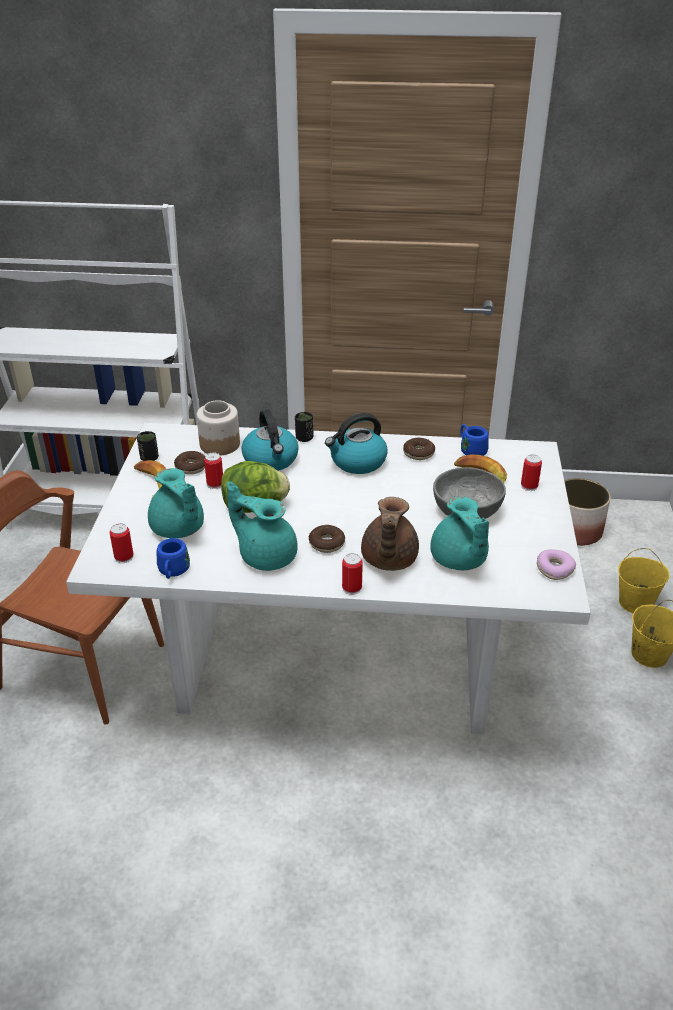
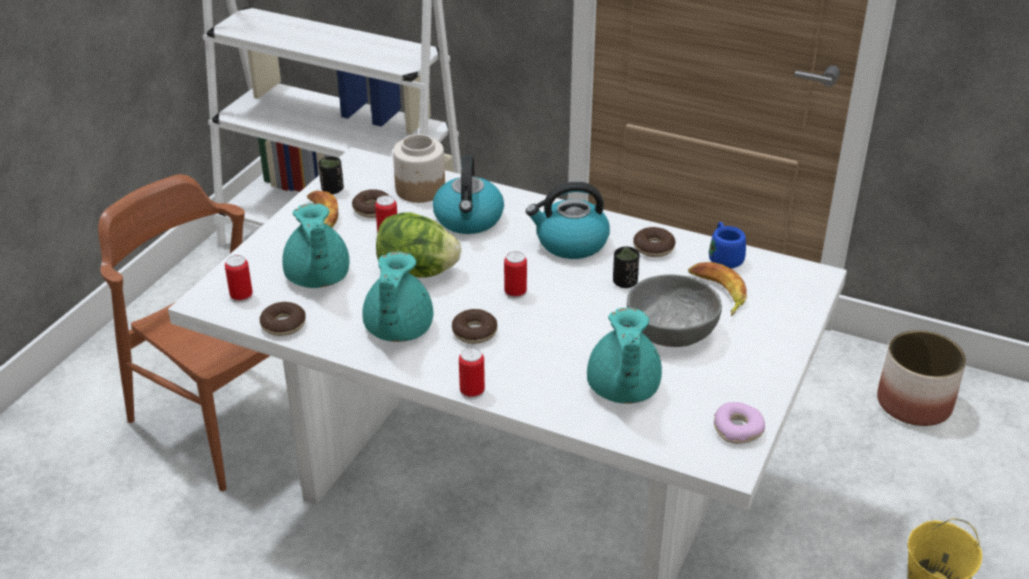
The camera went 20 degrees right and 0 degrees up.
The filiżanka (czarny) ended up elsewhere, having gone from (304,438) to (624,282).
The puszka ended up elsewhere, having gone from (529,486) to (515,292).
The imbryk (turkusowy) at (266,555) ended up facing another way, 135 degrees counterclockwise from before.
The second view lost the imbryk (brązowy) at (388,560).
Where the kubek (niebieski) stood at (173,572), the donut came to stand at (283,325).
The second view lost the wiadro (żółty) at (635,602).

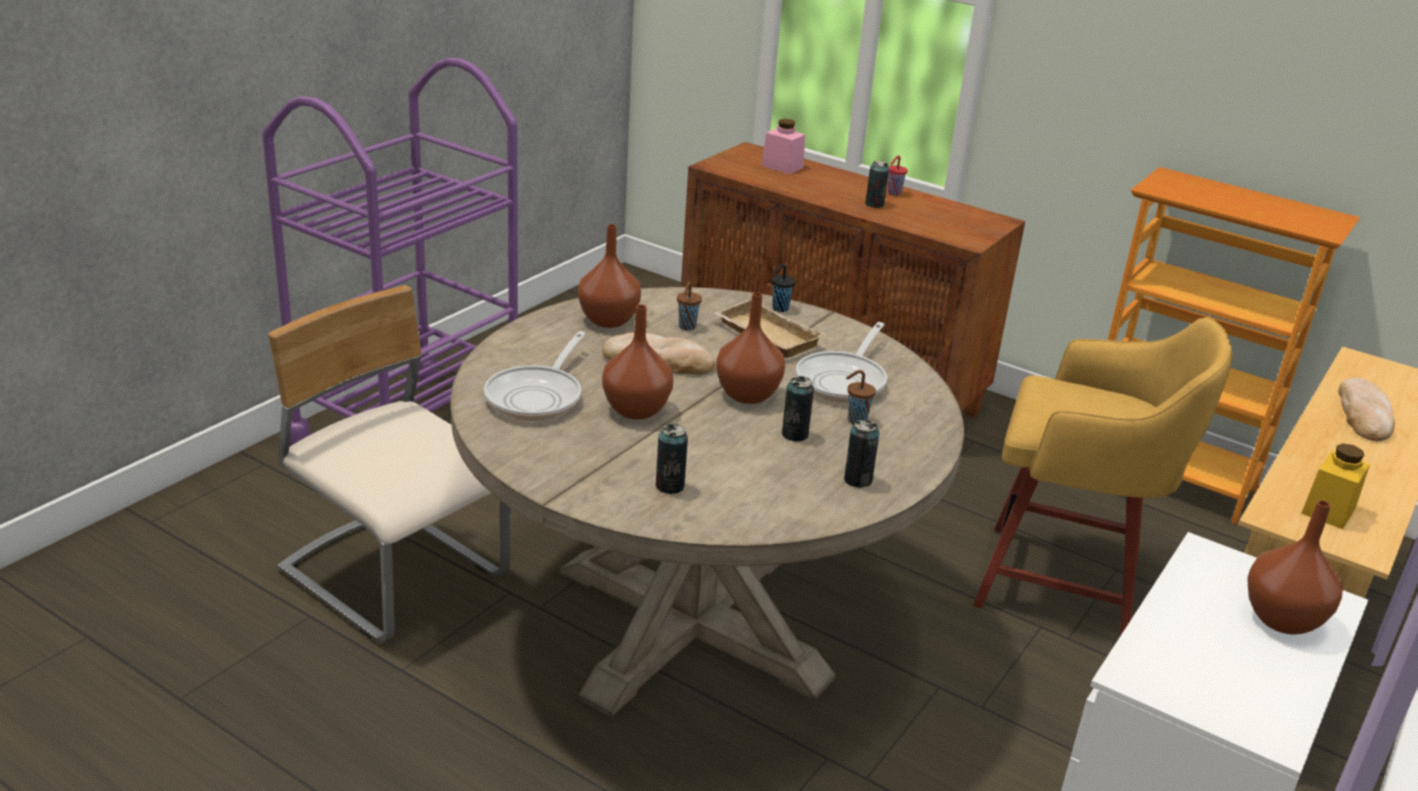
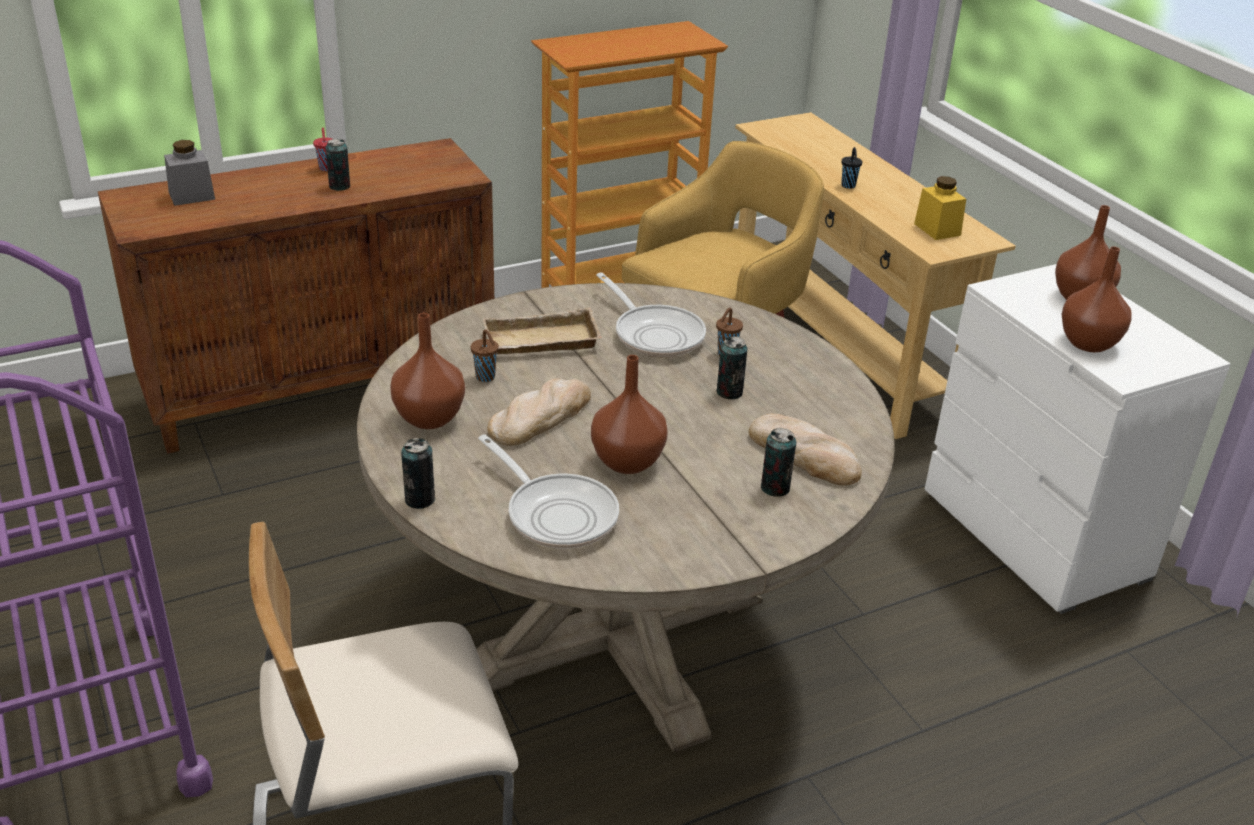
The camera went 60 degrees left and 5 degrees up.
What was the słoik (różowy) at (782,166) turned into the słoik (szary) at (192,196).
The filiżanka (czarny) ended up elsewhere, having gone from (779,309) to (848,186).
The wazon (brązowy) ended up elsewhere, having gone from (748,395) to (1090,343).
The chleb ended up elsewhere, having gone from (1364,415) to (804,454).
The puszka ended up elsewhere, having gone from (858,480) to (419,499).

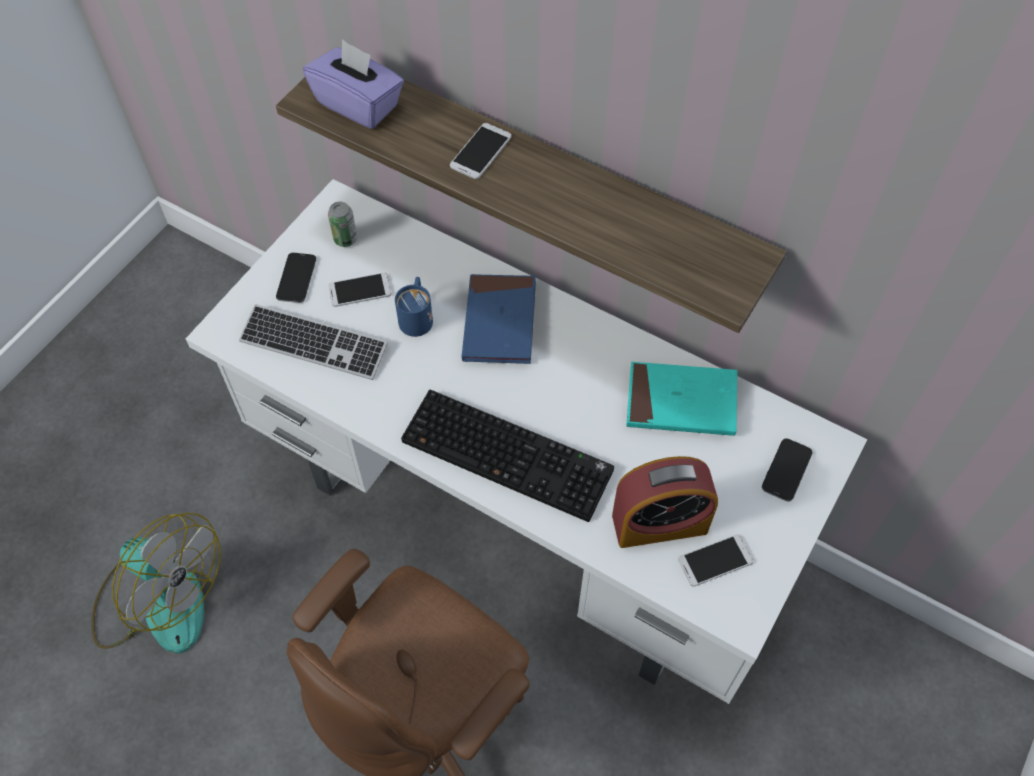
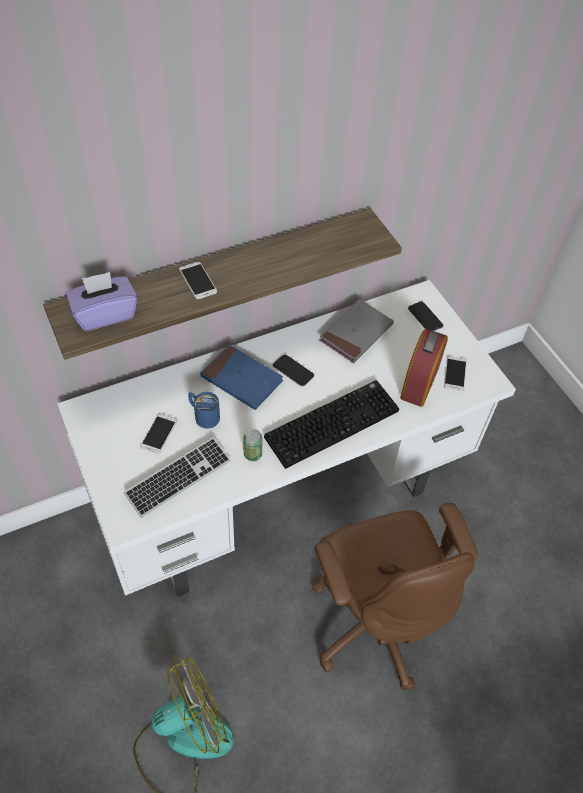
The camera went 60 degrees left and 5 degrees down.
The puszka ended up elsewhere, having gone from (345,239) to (252,454).
The telefon ended up elsewhere, having gone from (296,278) to (293,371).
What was the książka (turkusowy) at (681,402) turned into the książka (szary) at (356,333).

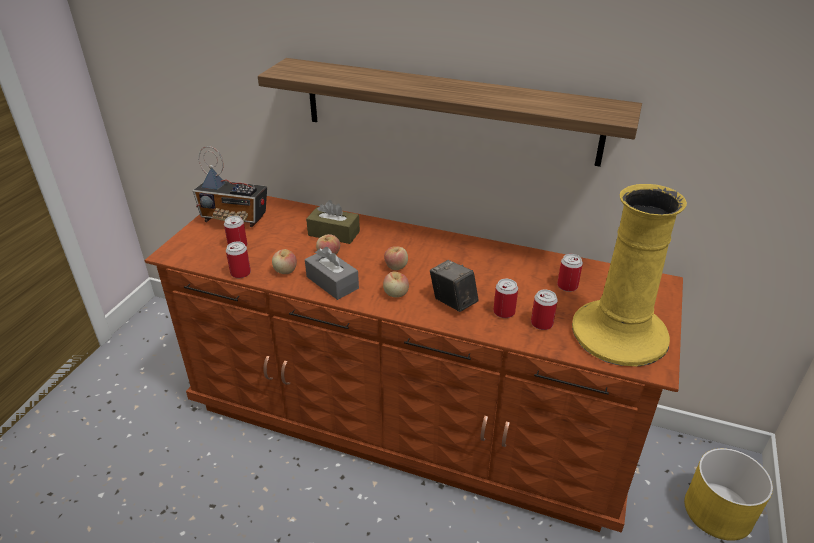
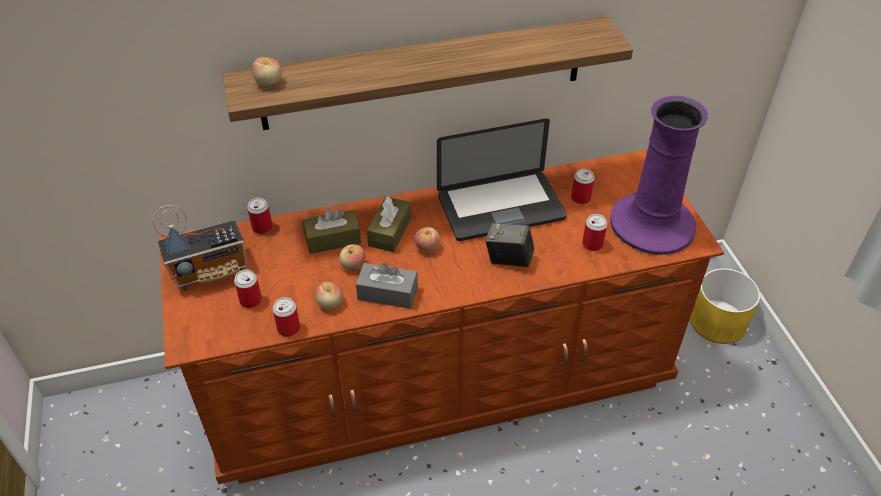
The camera went 35 degrees left and 10 degrees up.
What was the wazon (żółty) at (620,334) turned into the wazon (fioletowy) at (653,225).
The jabłko ended up elsewhere, having gone from (396,294) to (269,83).
The puszka ended up elsewhere, having gone from (504,312) to (262,227).
The second view gained the laptop at (501,207).
The second view gained the pudełko chusteczek (brązowy) at (390,232).

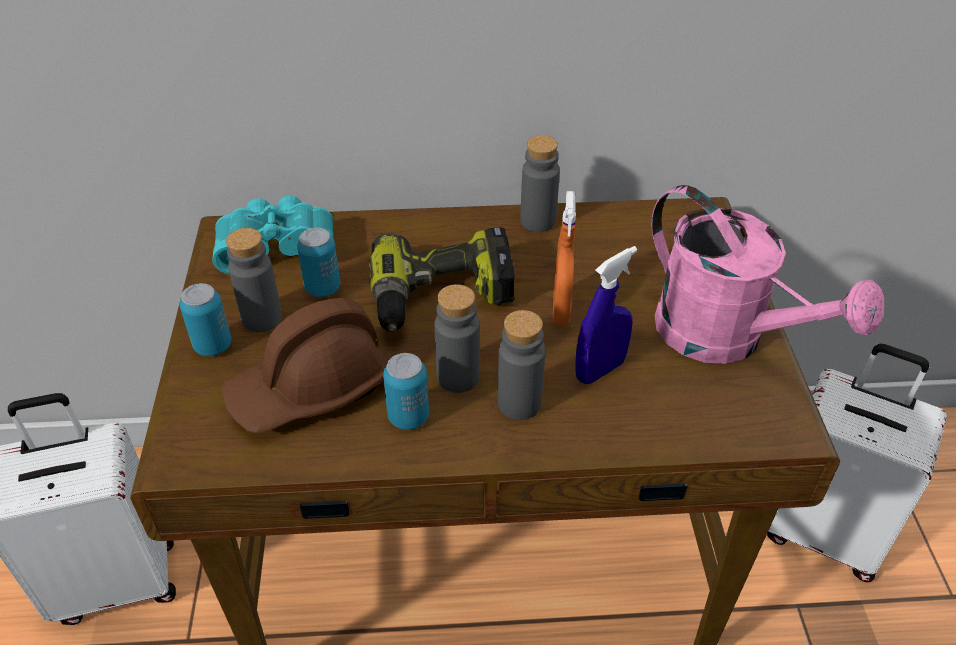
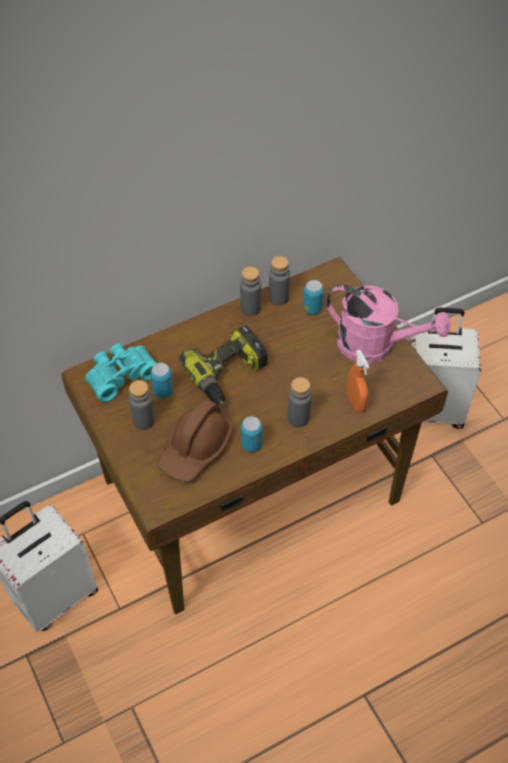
The camera went 25 degrees left and 10 degrees up.
The spryskiwacz (pomarańczowy) ended up elsewhere, having gone from (561,310) to (355,402).
The second view lost the spryskiwacz (niebieski) at (600,370).
The puszka ended up elsewhere, having gone from (213,346) to (312,309).
The butelka (szary) ended up elsewhere, having gone from (458,377) to (278,298).

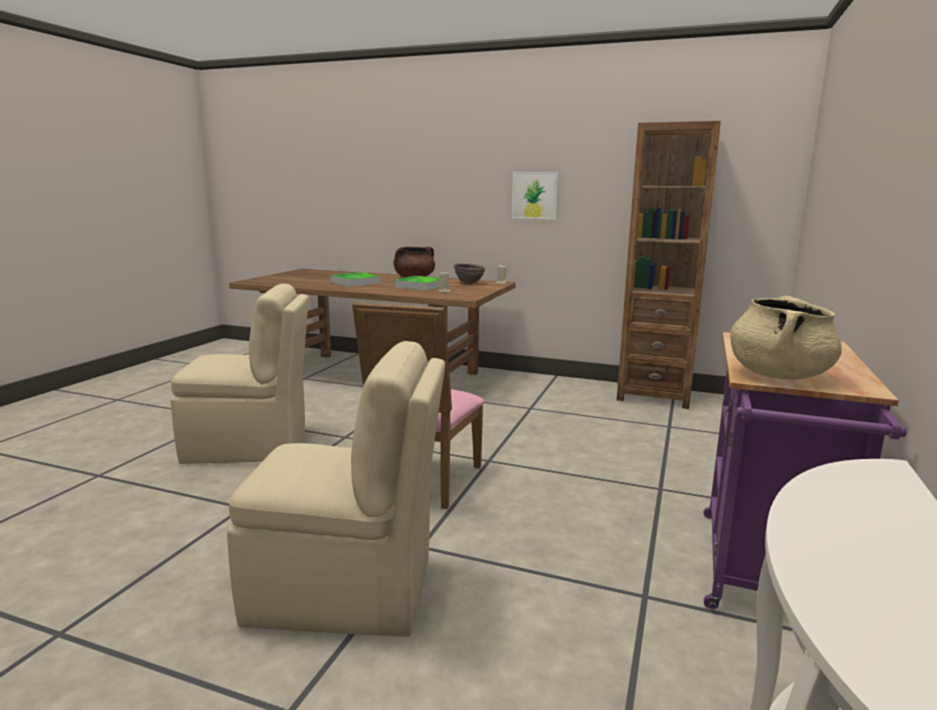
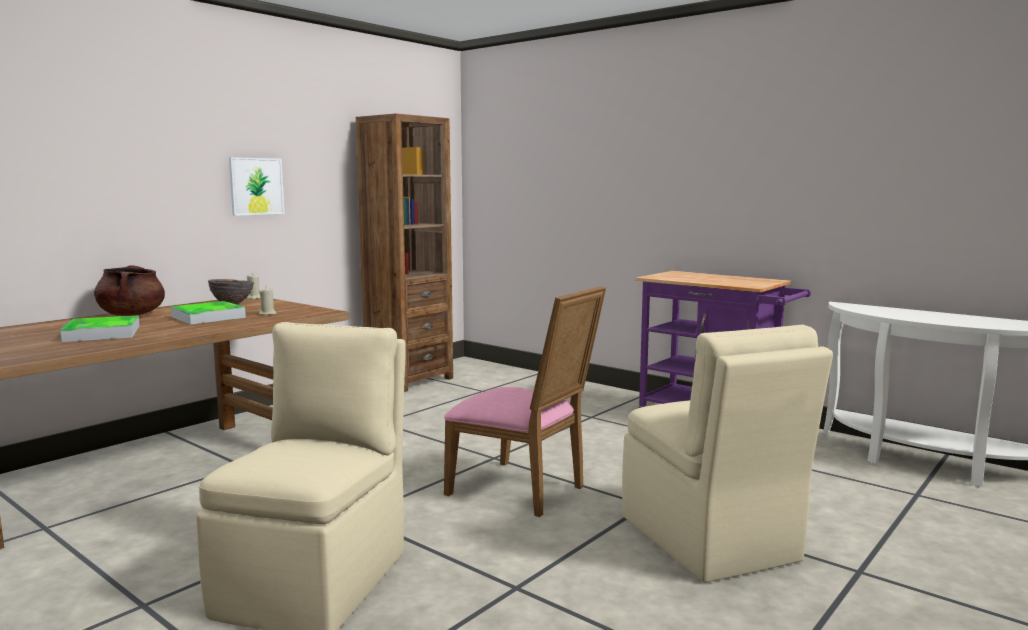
The camera went 70 degrees left and 5 degrees down.
The second view lost the garnek (beżowy) at (778,375).
The krzesło (beżowy) at (346,592) ended up facing another way, 135 degrees clockwise from before.

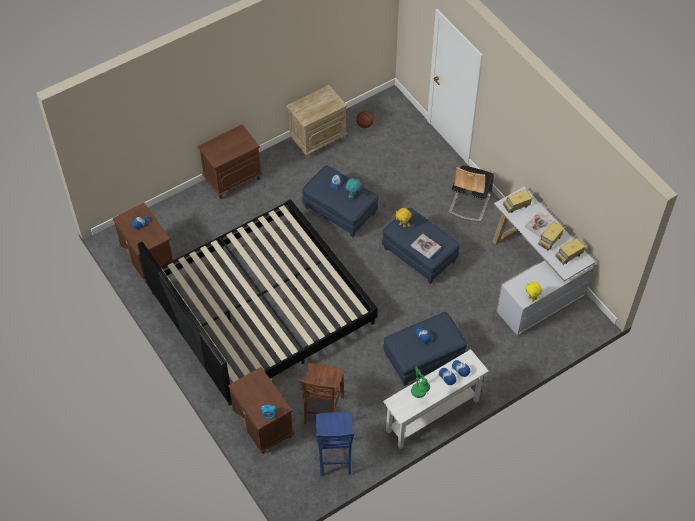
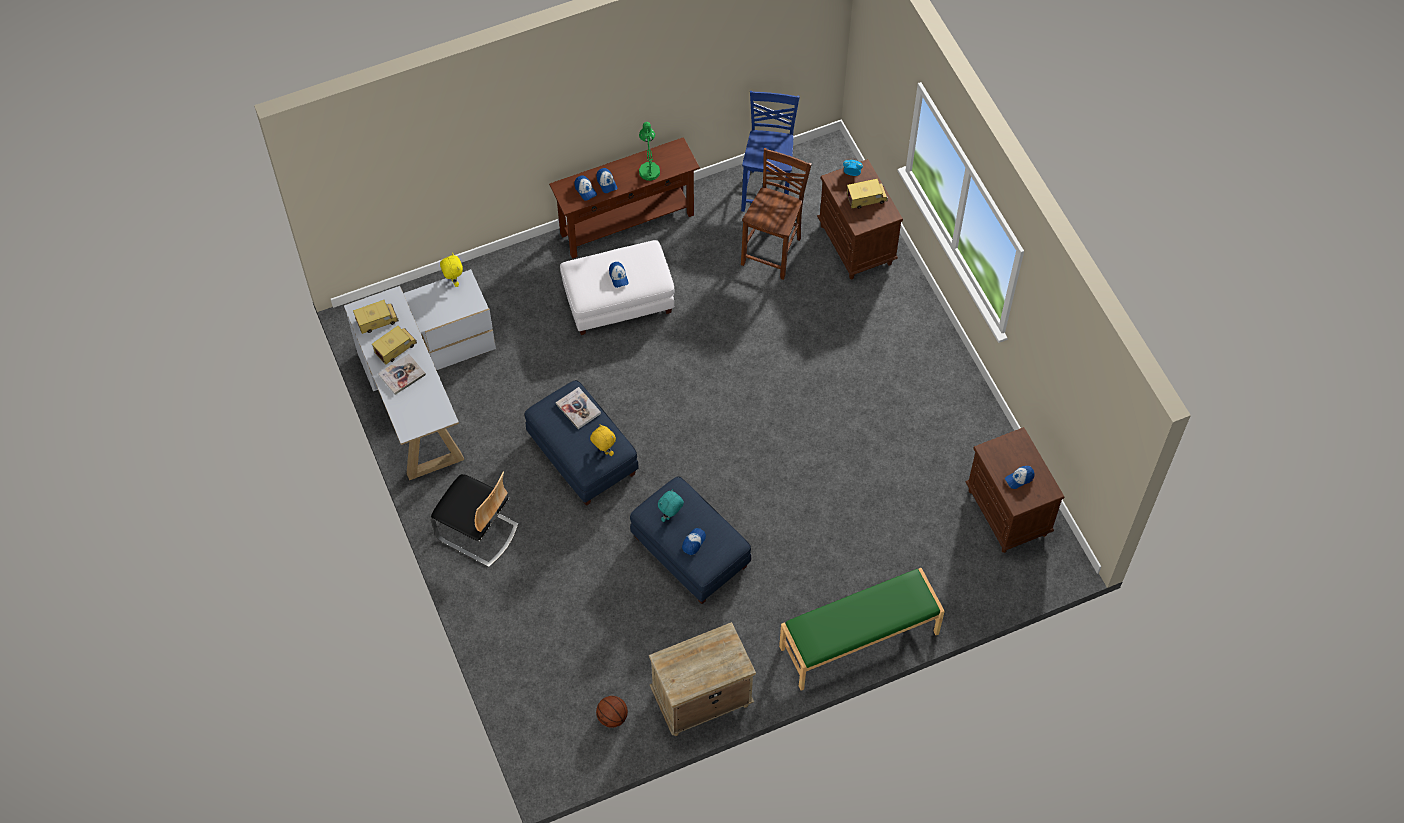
The camera went 170 degrees left and 5 degrees up.
Where the szafka nocna (brązowy) stood at (233,179), the ławka (zielony) came to stand at (859,641).
The krzesło at (469,203) ended up facing another way, 90 degrees clockwise from before.
The ciężarówka zabawkowa ended up elsewhere, having gone from (516,205) to (866,198).
The second view lost the łóżko at (261,307).
What was the pufa (niebieski) at (423,357) turned into the pufa (biały) at (619,301).
What was the stolik konsolowy (biały) at (433,415) turned into the stolik konsolowy (brązowy) at (627,224).

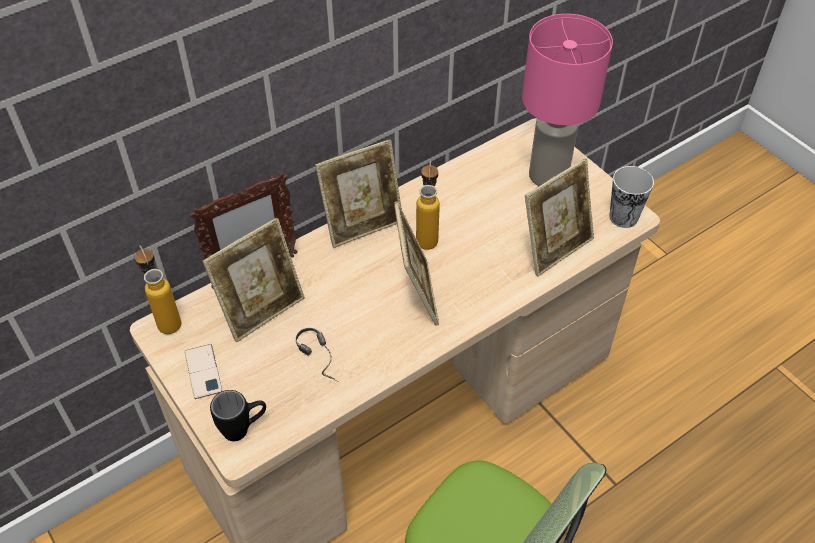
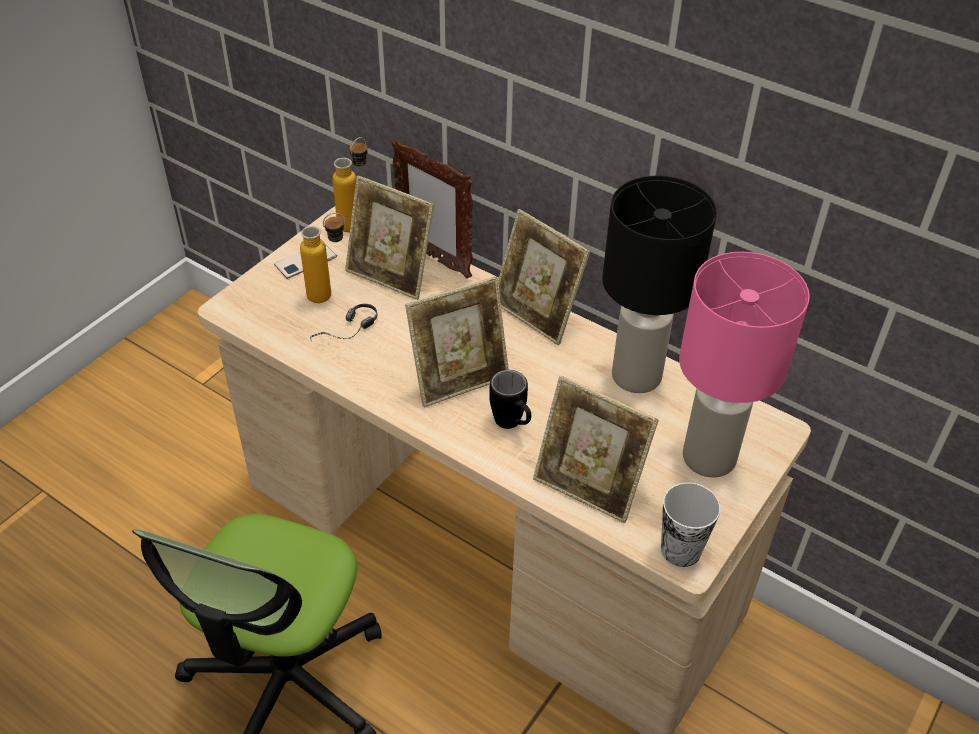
The camera went 70 degrees right and 5 degrees down.
The butelka ended up elsewhere, having gone from (427,235) to (329,294).
The kubek (czarny) ended up elsewhere, having gone from (244,429) to (512,425).
The second view gained the lampa stołowa (czarny) at (635,376).

